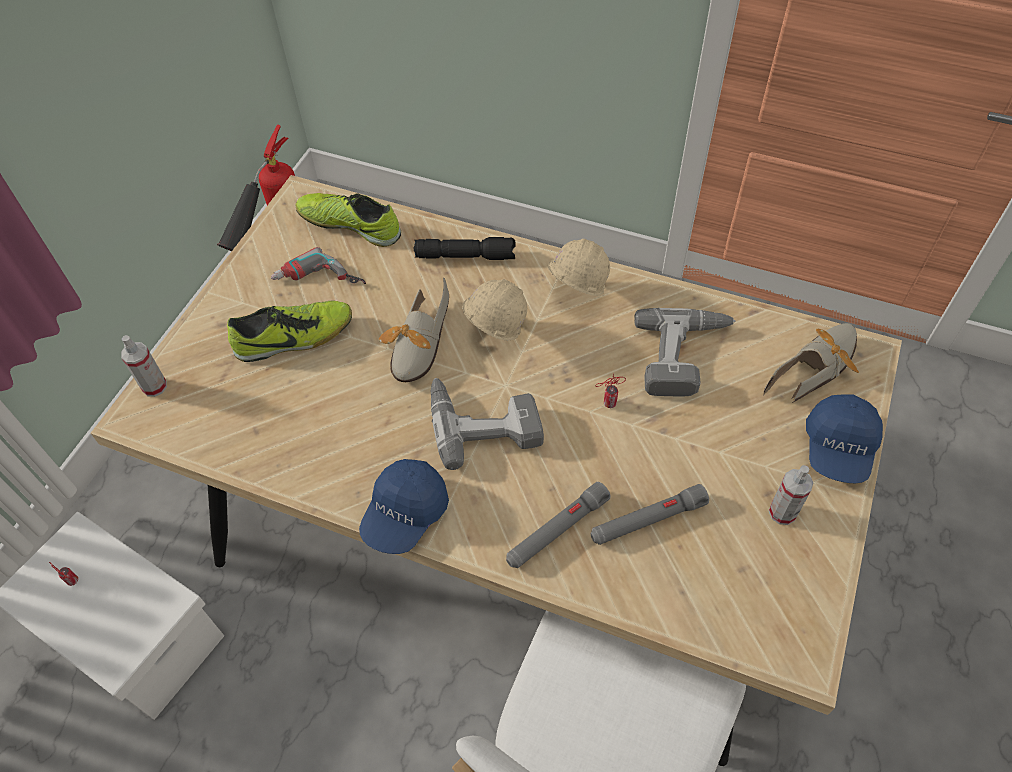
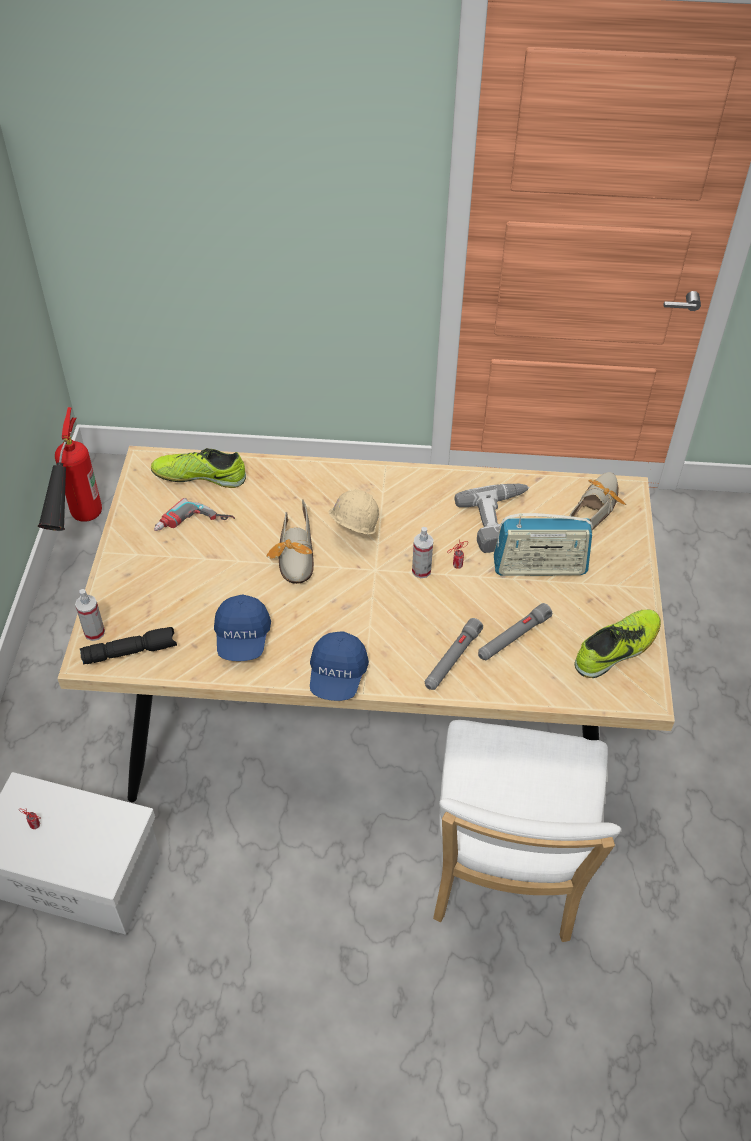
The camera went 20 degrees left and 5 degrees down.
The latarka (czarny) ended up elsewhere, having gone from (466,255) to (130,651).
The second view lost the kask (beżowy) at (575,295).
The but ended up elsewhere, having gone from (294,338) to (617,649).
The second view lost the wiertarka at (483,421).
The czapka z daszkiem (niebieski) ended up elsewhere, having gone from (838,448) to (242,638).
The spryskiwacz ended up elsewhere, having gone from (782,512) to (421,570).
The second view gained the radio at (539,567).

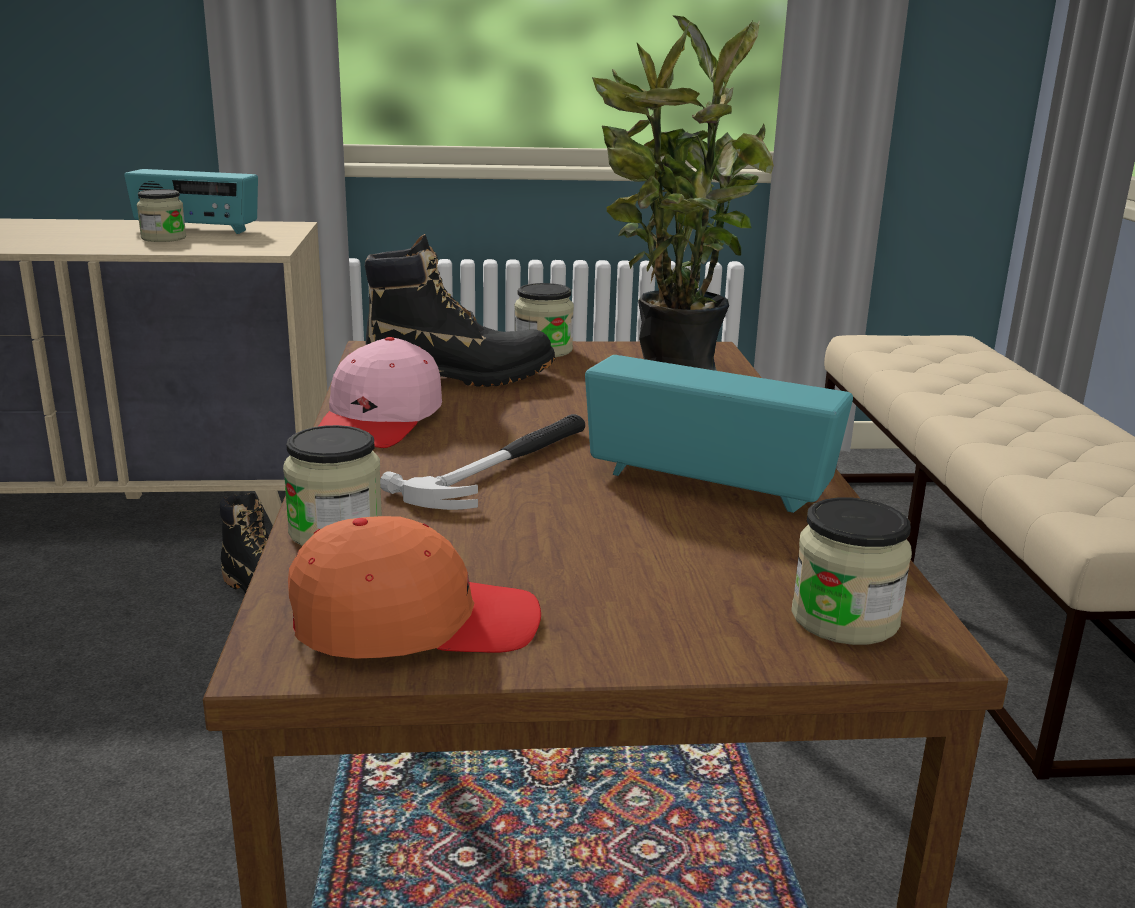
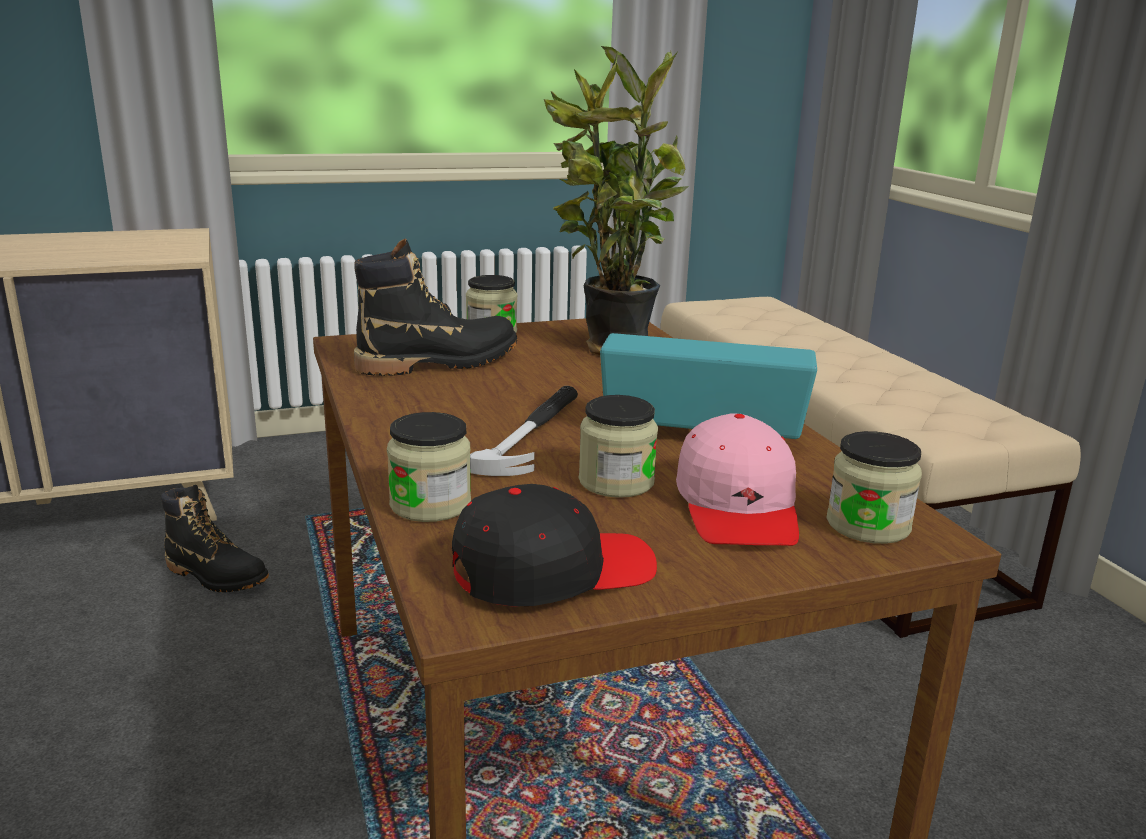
The camera went 15 degrees left and 0 degrees up.
The second view lost the radio at (196,229).
The słoik ended up elsewhere, having gone from (163,238) to (616,482).
The czapka z daszkiem (różowy) ended up elsewhere, having gone from (380,420) to (738,506).
What was the czapka z daszkiem (pomarańczowy) at (414,622) turned into the czapka z daszkiem (czarny) at (552,571).

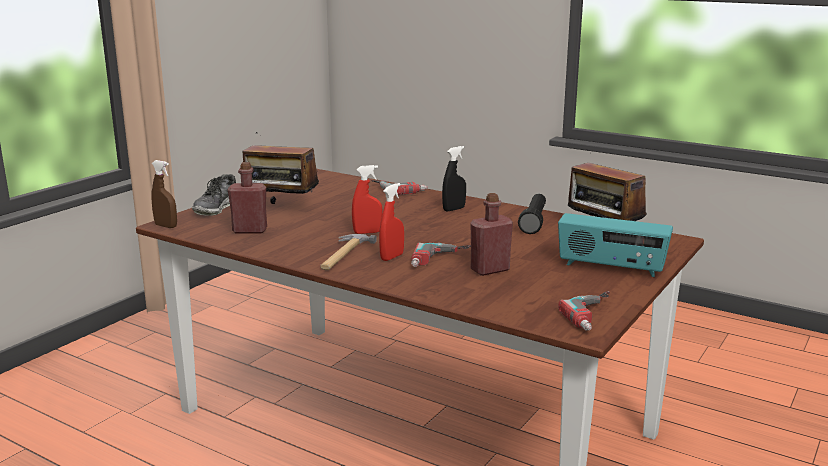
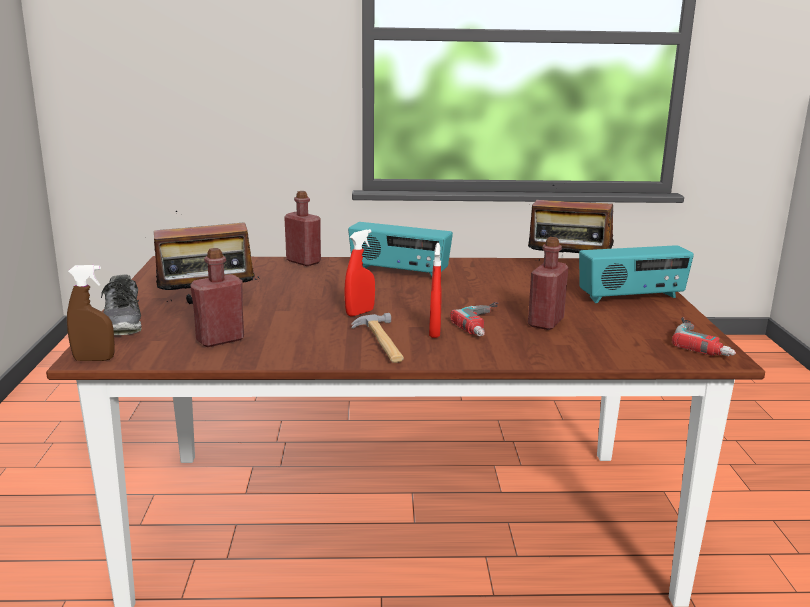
The camera went 35 degrees left and 0 degrees up.
Where the spryskiwacz (czarny) stood at (454,209), the radio came to stand at (399,272).
Where the wiertarka stood at (399,188), the butelka (czerwony) came to stand at (303,261).
The second view lost the latarka (czarny) at (534,222).

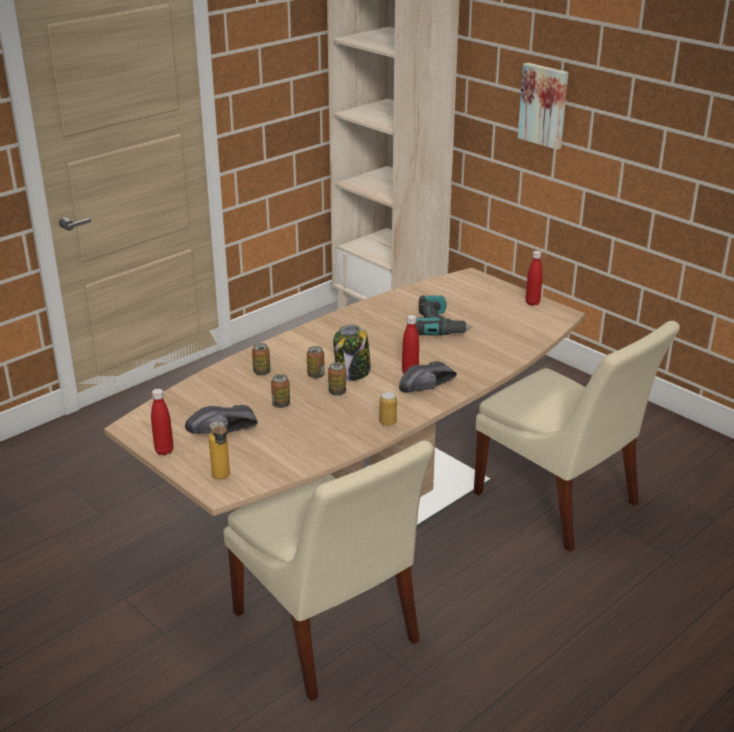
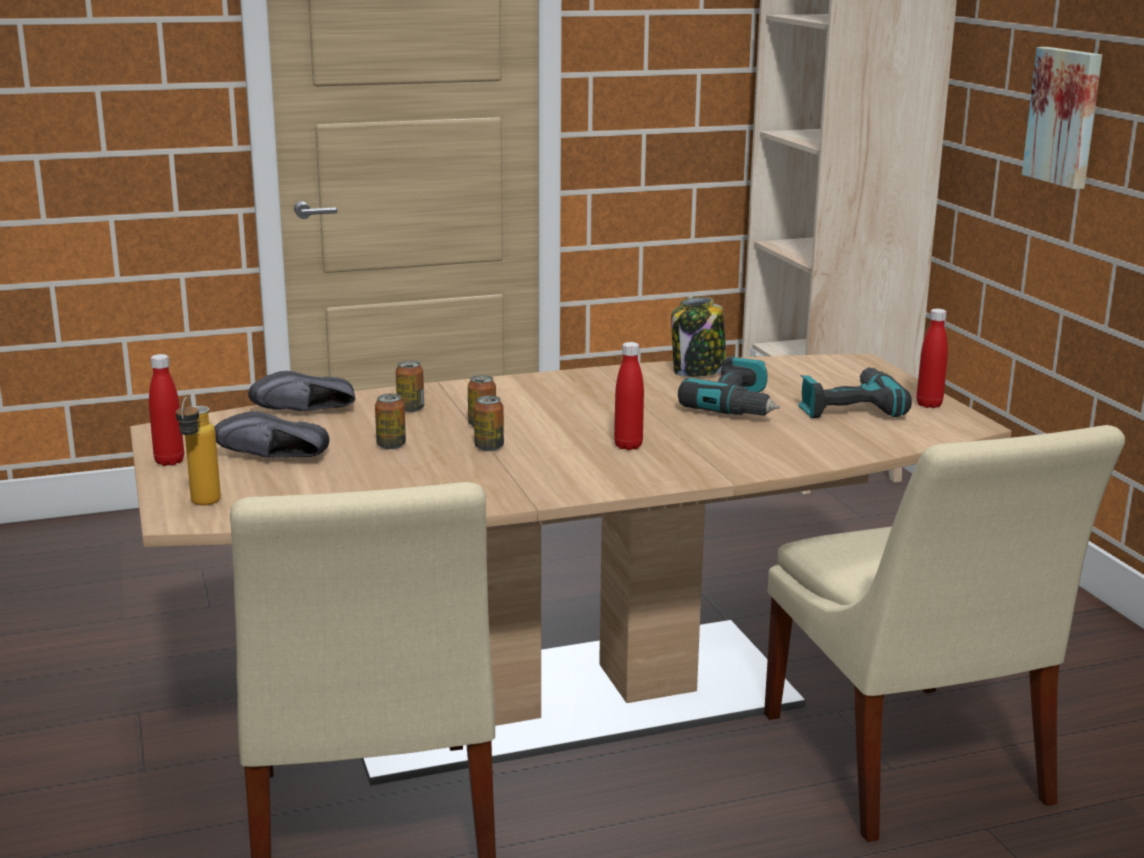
The camera went 25 degrees right and 10 degrees down.
The słoik ended up elsewhere, having gone from (353,373) to (698,371).
The but (czarny) ended up elsewhere, having gone from (428,389) to (307,413).
The second view lost the puszka at (388,422).
The second view gained the wiertarka at (848,407).

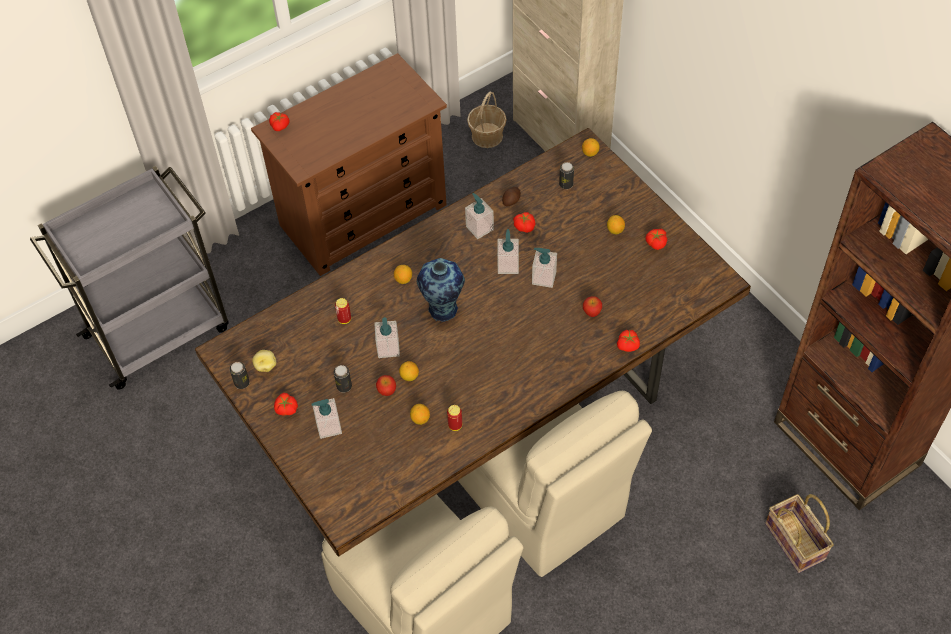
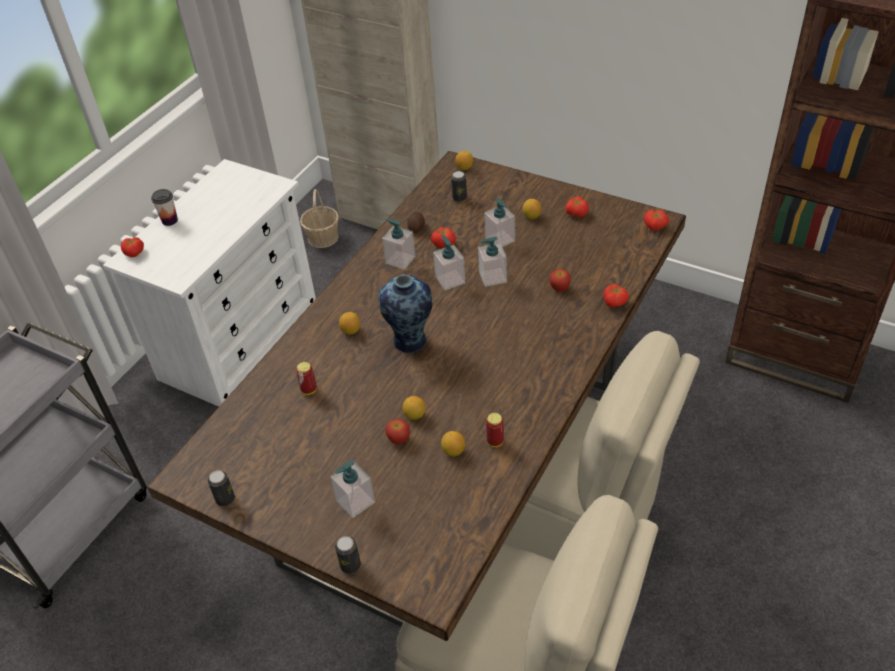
The camera went 25 degrees left and 10 degrees down.
What was the komoda (brązowy) at (364,215) turned into the komoda (biały) at (240,340).
The dozownik mydła ended up elsewhere, having gone from (388,348) to (500,239).
The second view lost the ziemniak at (265,365).
The puszka ended up elsewhere, having gone from (344,386) to (350,565).
The pomidor ended up elsewhere, having gone from (286,409) to (654,226).
The second view lost the koszyk at (797,542).
The second view gained the filiżanka at (170,220).

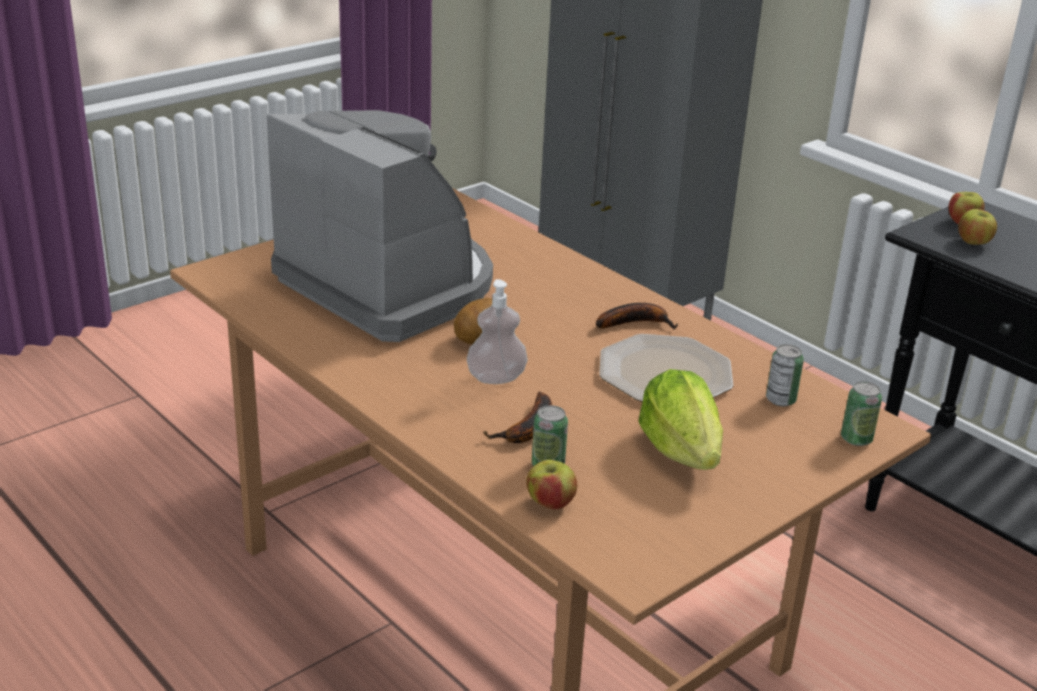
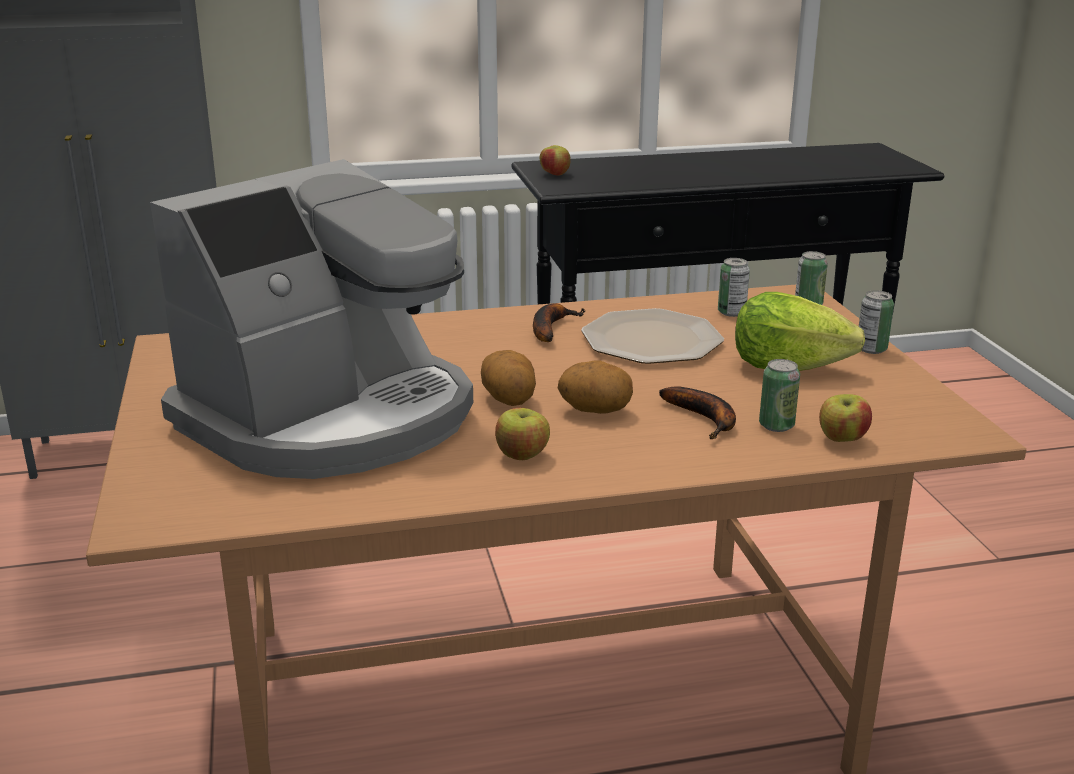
The camera went 60 degrees left and 5 degrees down.
The ekspres do kawy at (390,285) ended up facing another way, 150 degrees clockwise from before.
The jabłko ended up elsewhere, having gone from (973,242) to (522,455).
Where the dozownik mydła stood at (496,378), the ziemniak came to stand at (595,410).
The second view gained the puszka at (871,349).

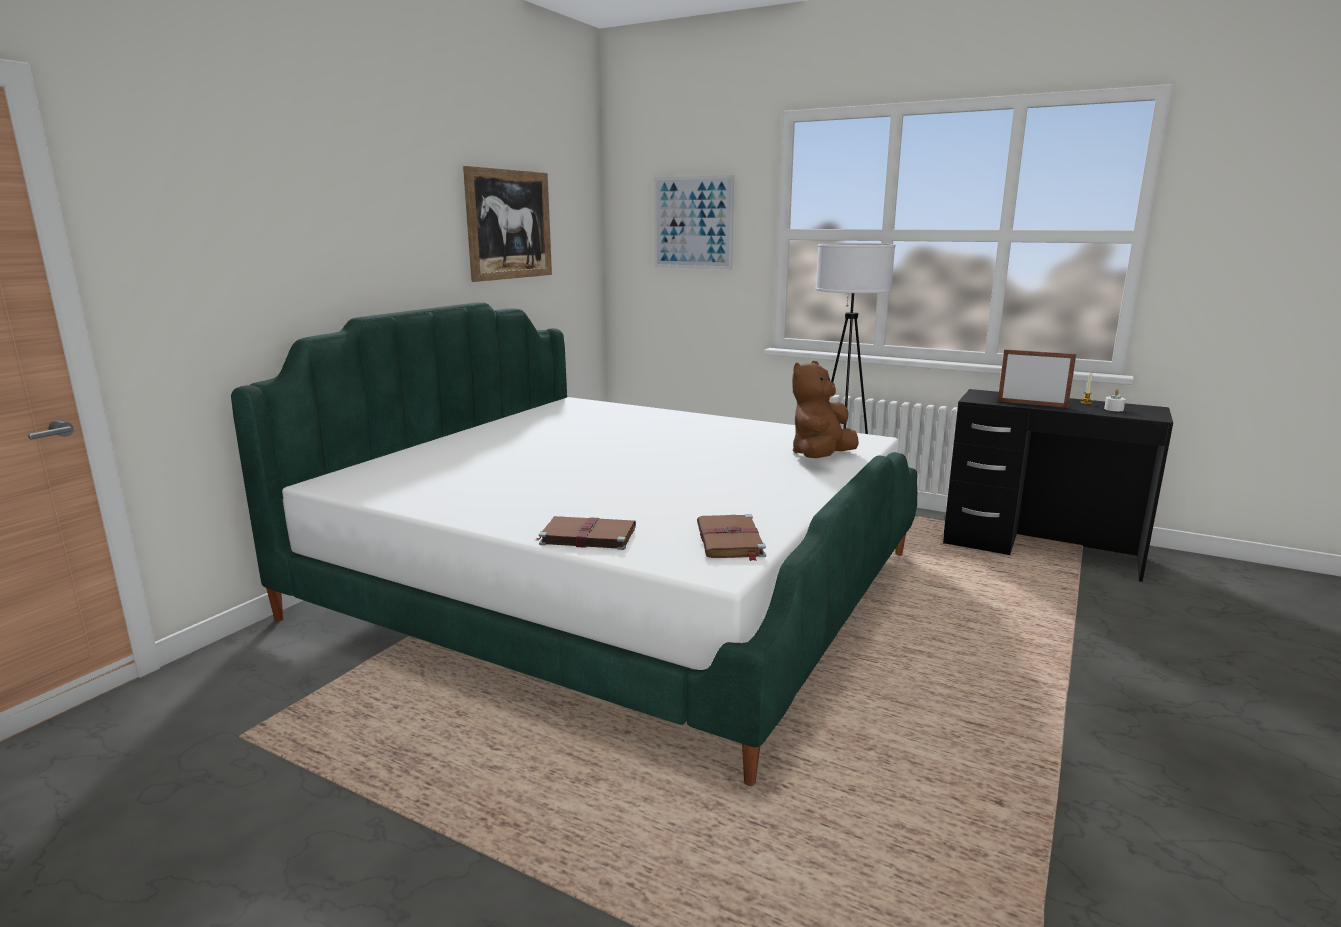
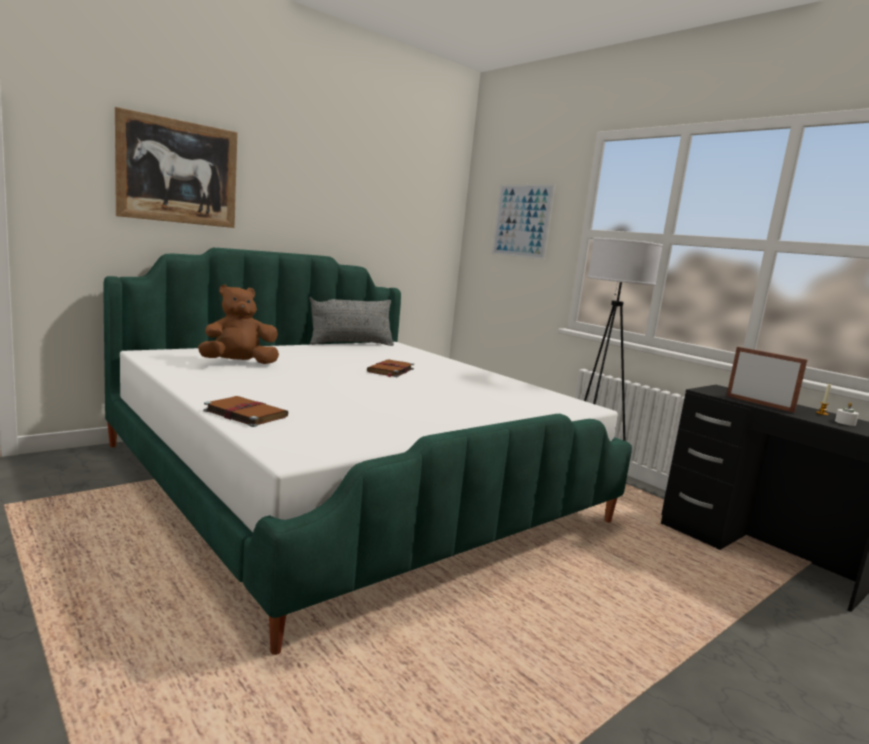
The camera went 20 degrees right and 5 degrees down.
The obraz ended up elsewhere, having gone from (509,225) to (178,172).
The pluszak (brązowy) ended up elsewhere, having gone from (821,457) to (239,363).
The książka (brązowy) ended up elsewhere, having gone from (730,541) to (390,370).
The second view gained the poduszka (szary) at (351,344).

